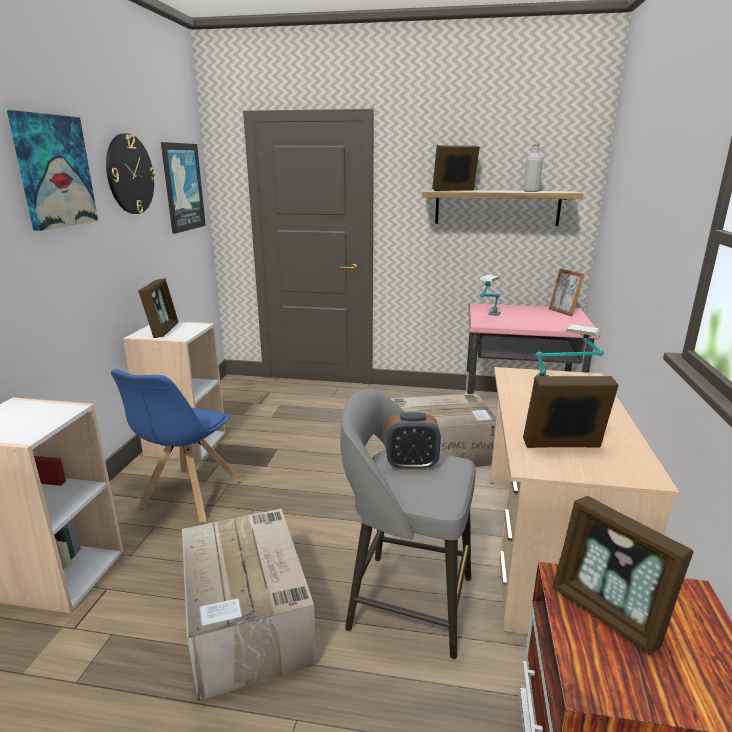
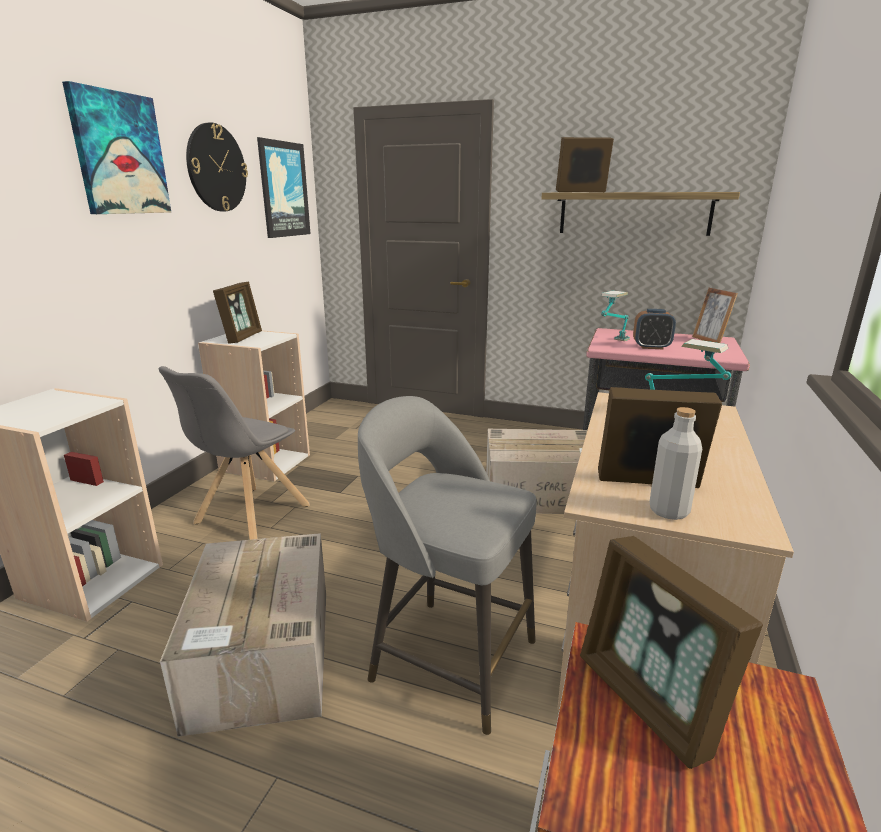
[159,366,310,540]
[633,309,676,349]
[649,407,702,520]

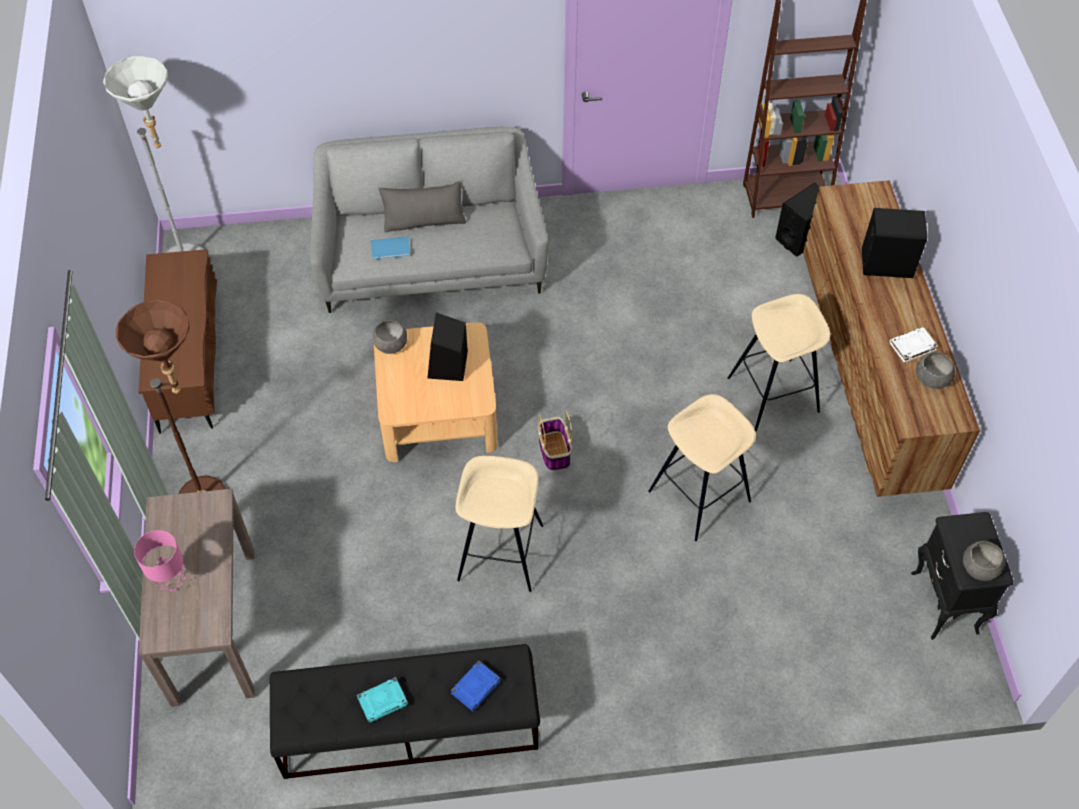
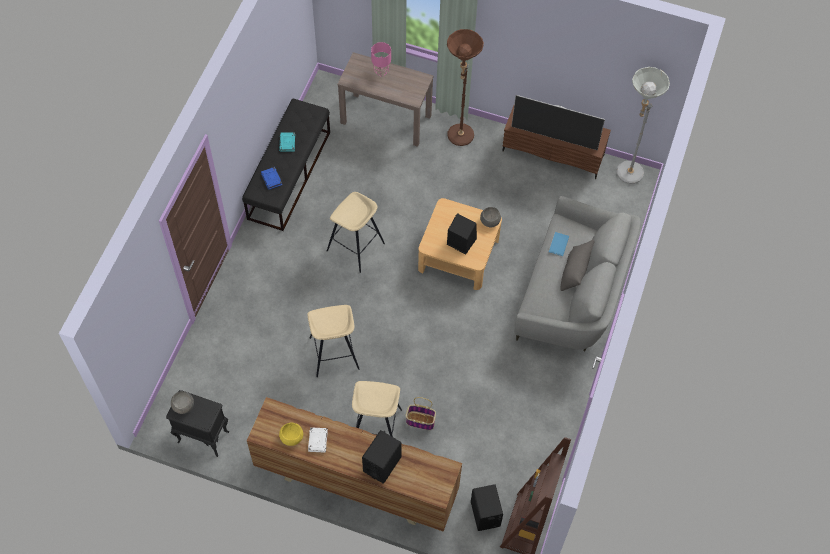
[406,397,436,430]
[279,422,303,446]
[511,95,605,150]

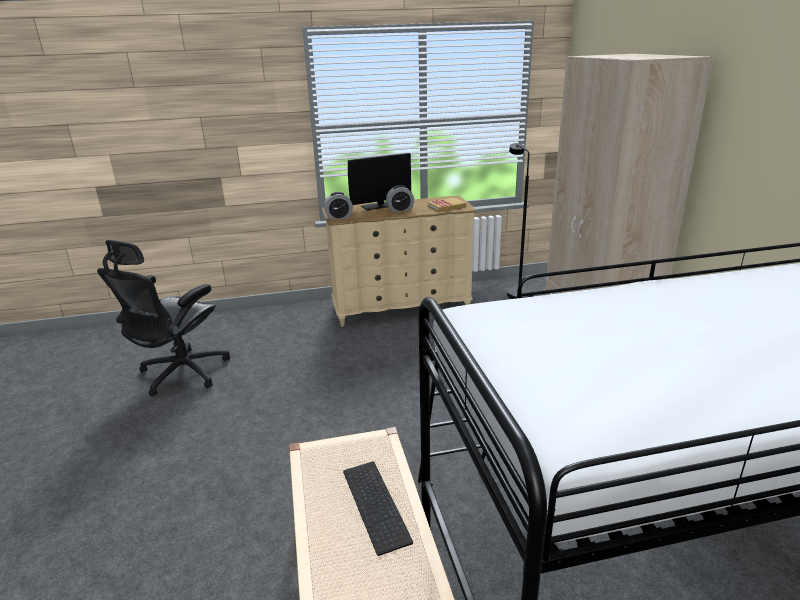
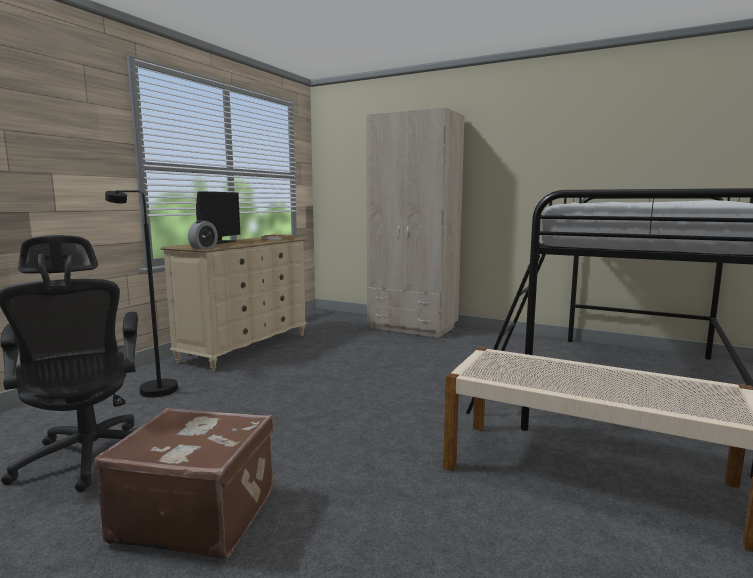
[343,461,413,556] (first image)
[386,185,414,212] (first image)
[105,190,178,398]
[94,408,274,559]

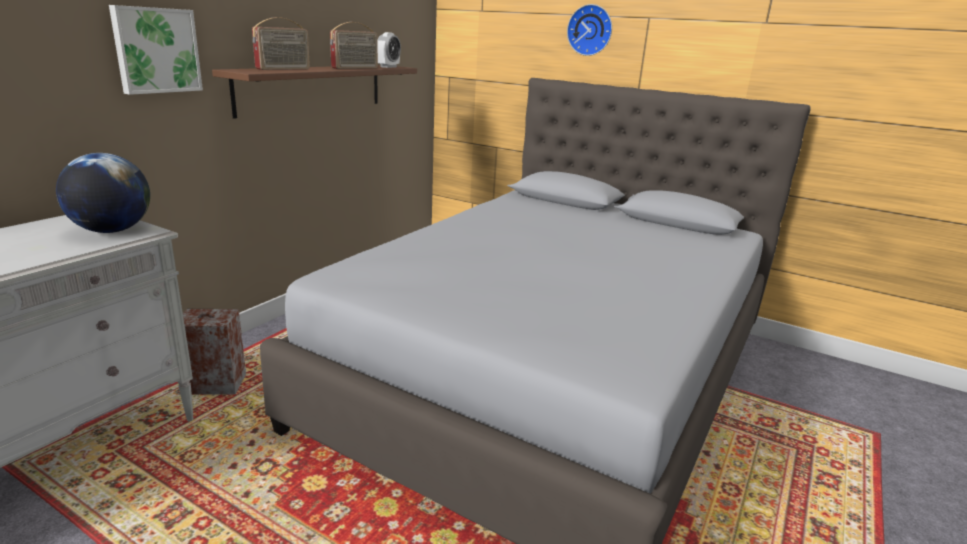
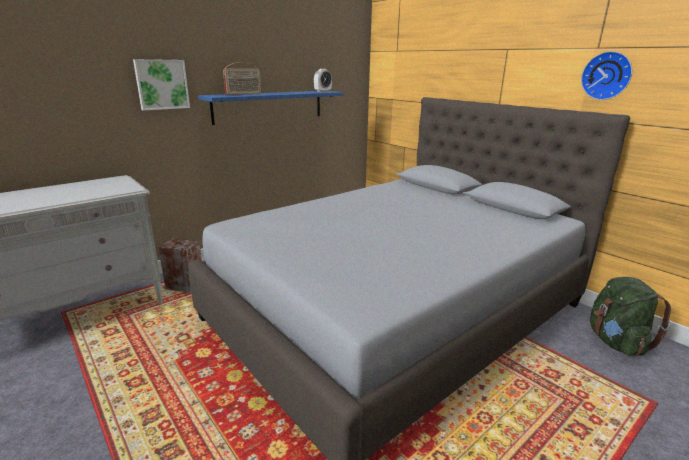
[56,153,150,233] (first image)
[198,91,343,125]
[330,22,378,69] (first image)
[581,51,632,100]
[590,277,671,356]

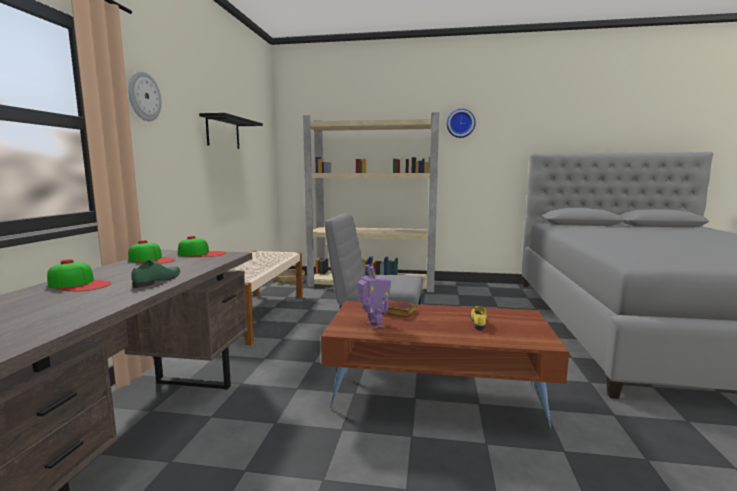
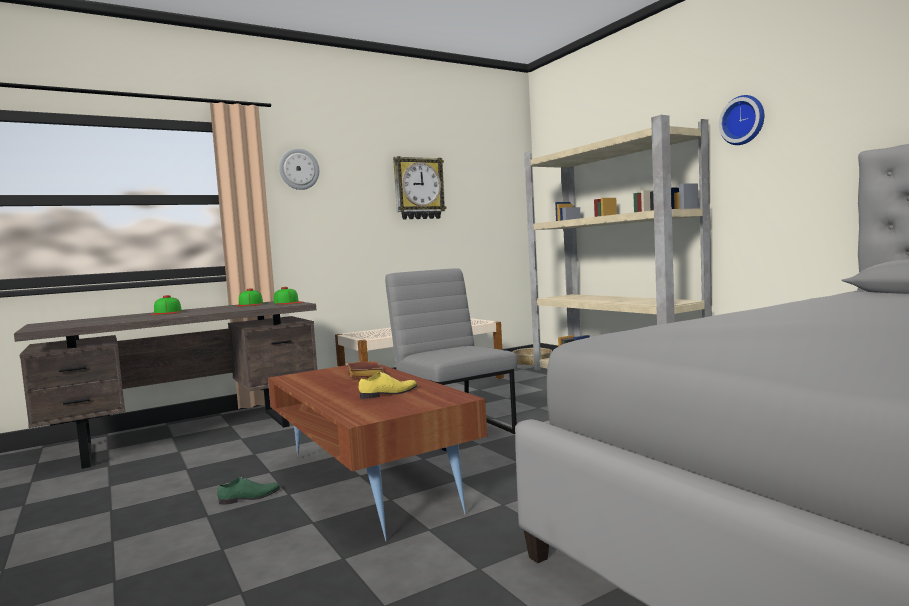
[217,477,281,505]
[393,156,447,220]
[358,264,391,329] (first image)

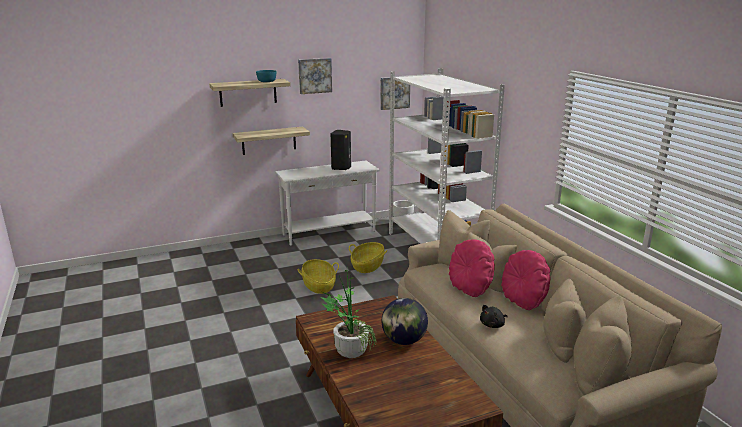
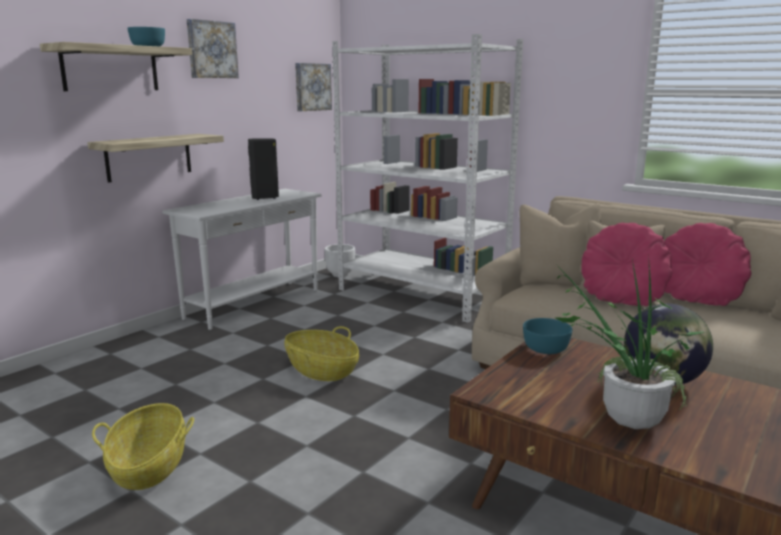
[92,403,194,490]
[480,305,508,328] (first image)
[523,318,572,354]

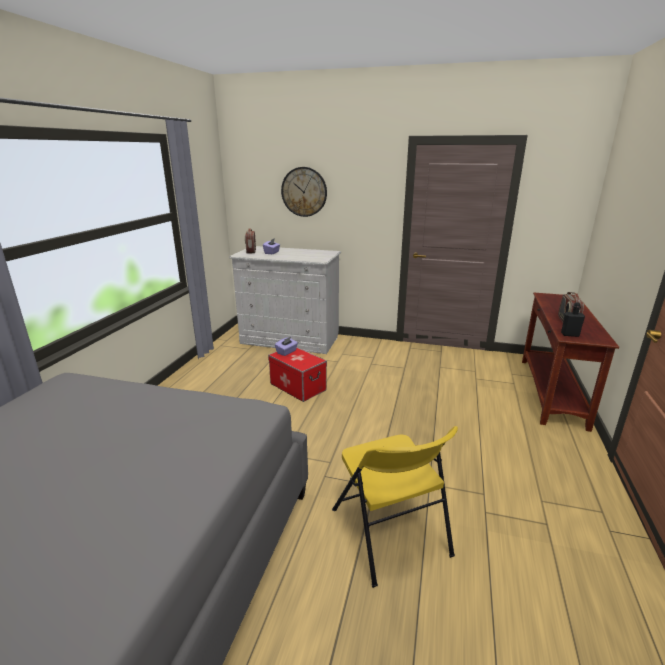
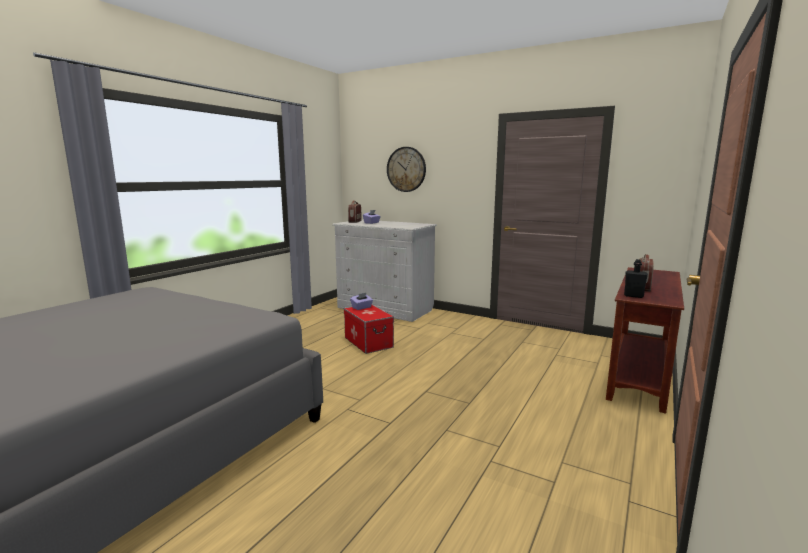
[332,426,458,588] (first image)

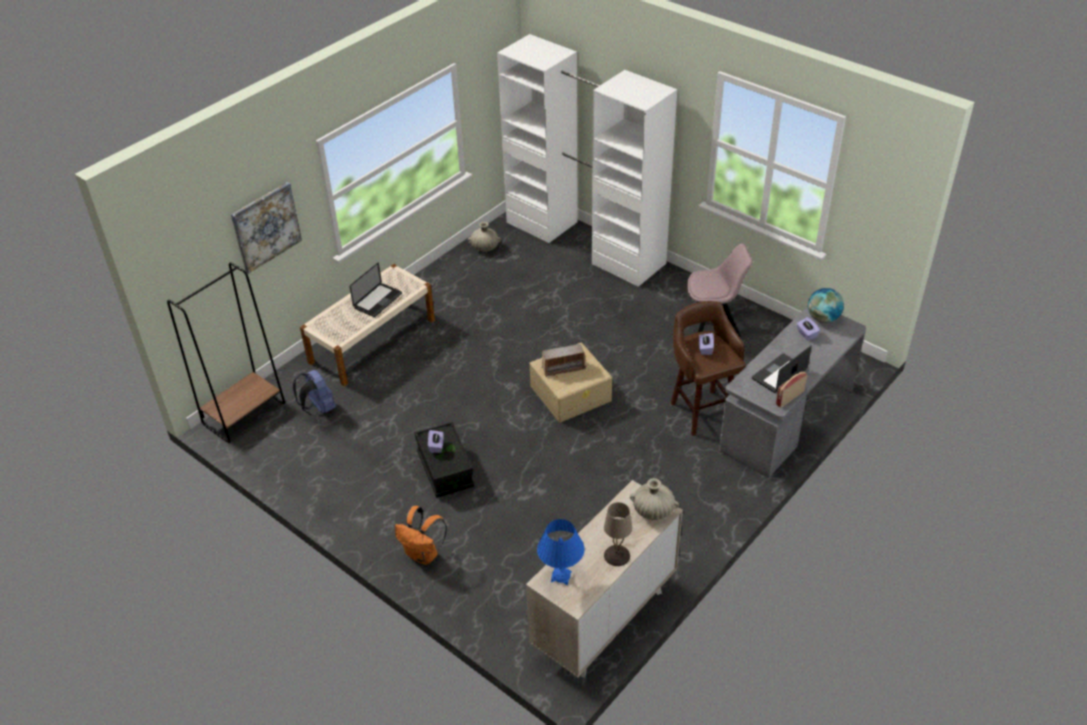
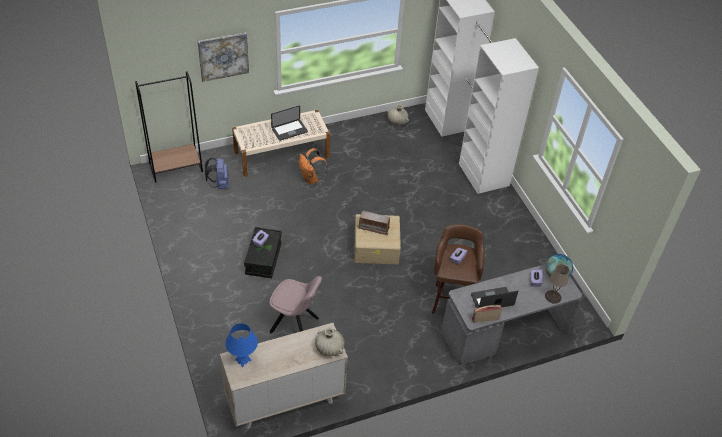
[299,148,328,184]
[545,264,570,304]
[269,276,322,333]

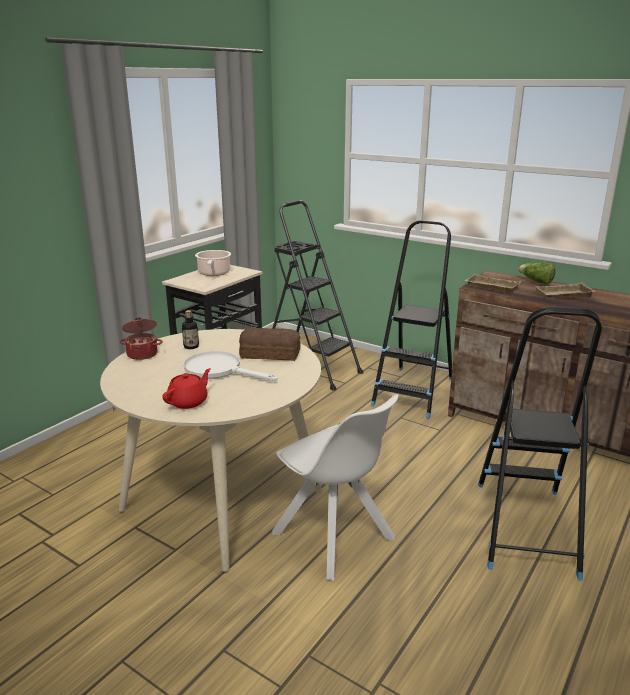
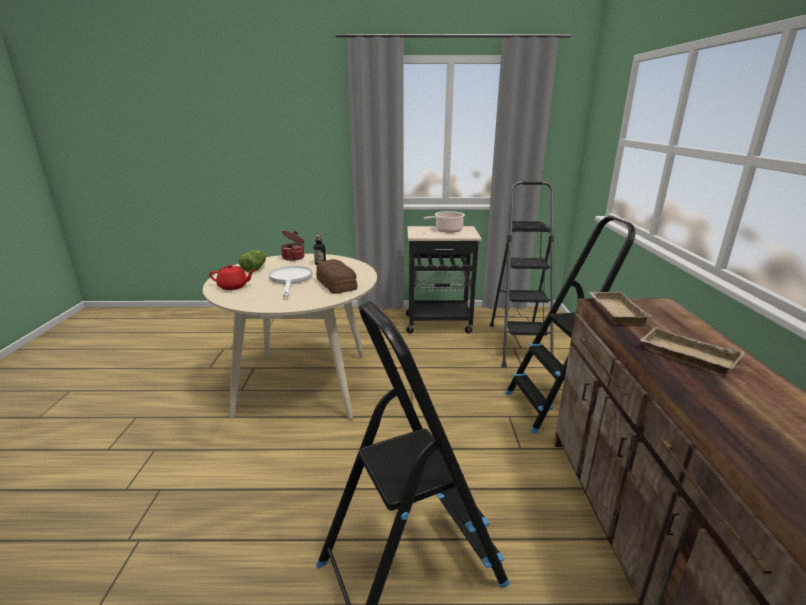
[272,394,399,580] (first image)
[239,250,266,272]

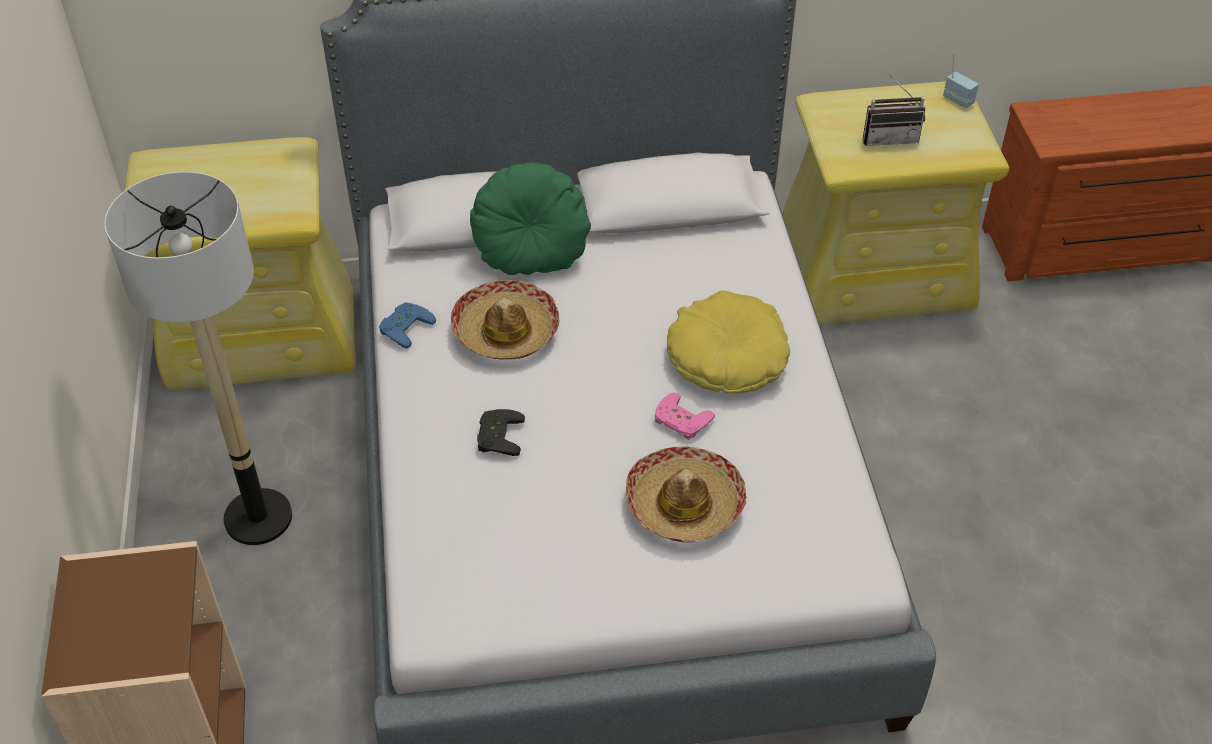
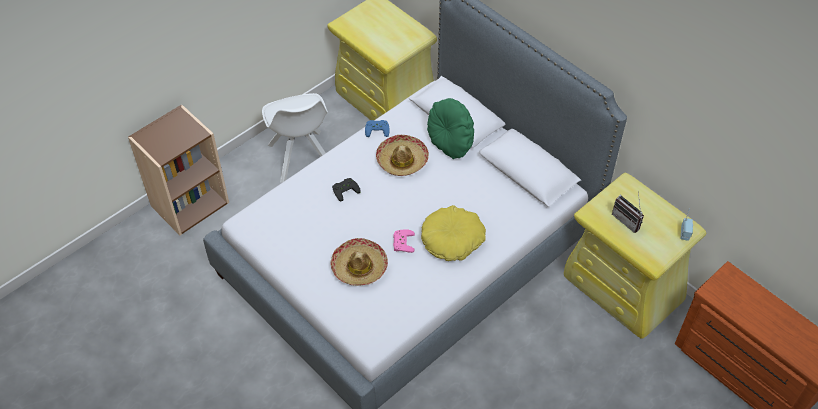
[262,93,328,183]

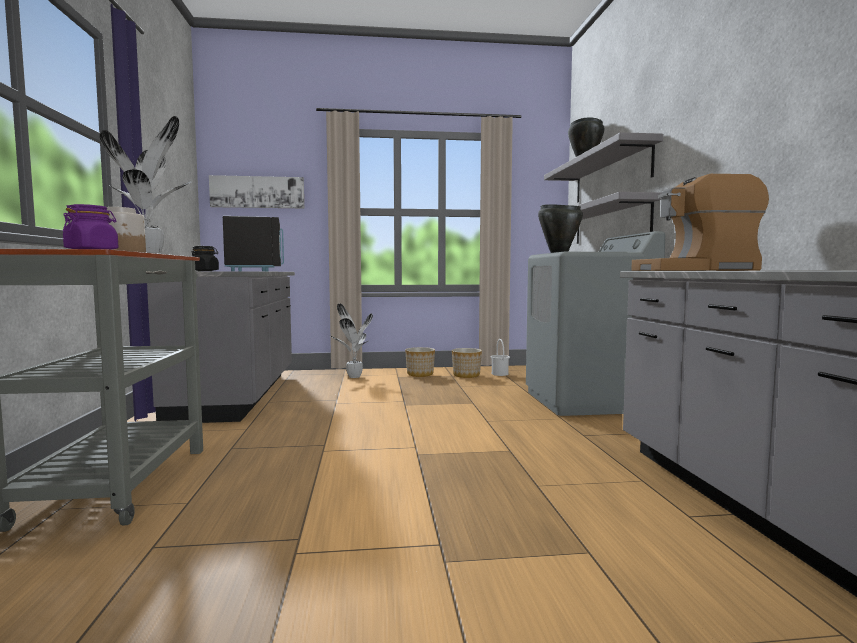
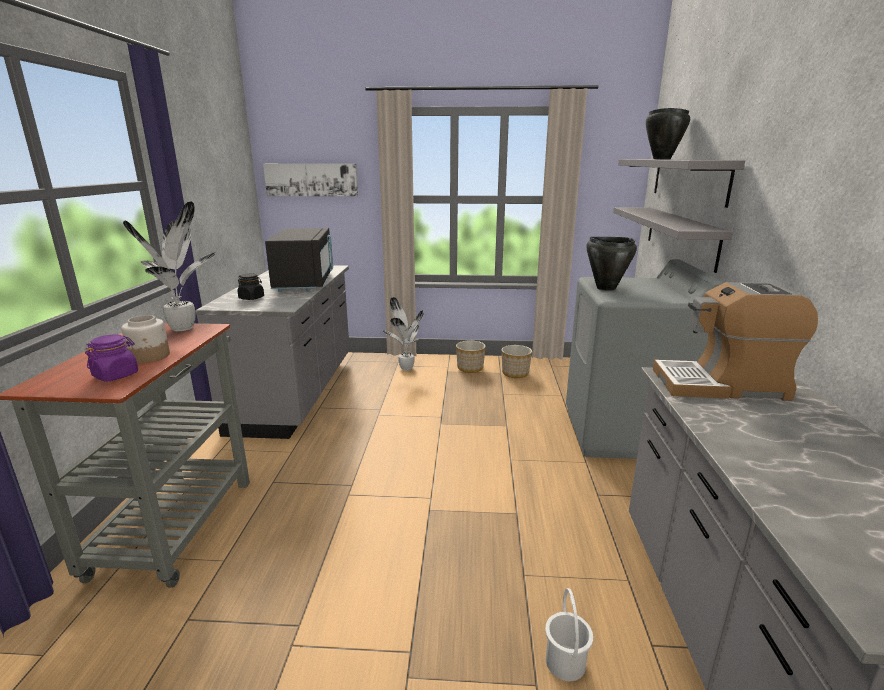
[545,588,593,681]

